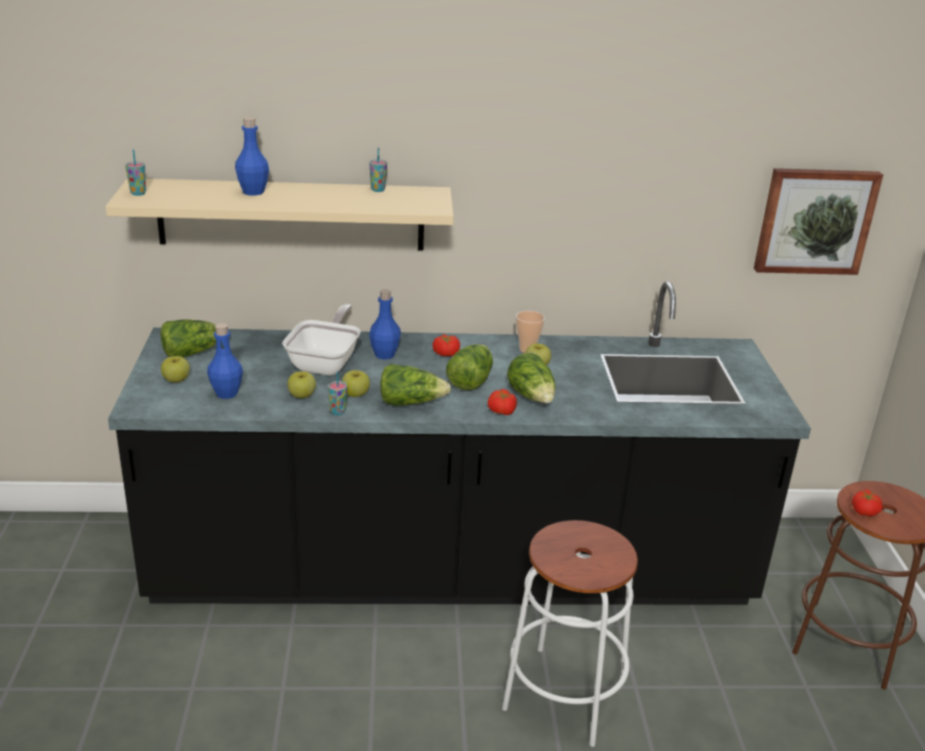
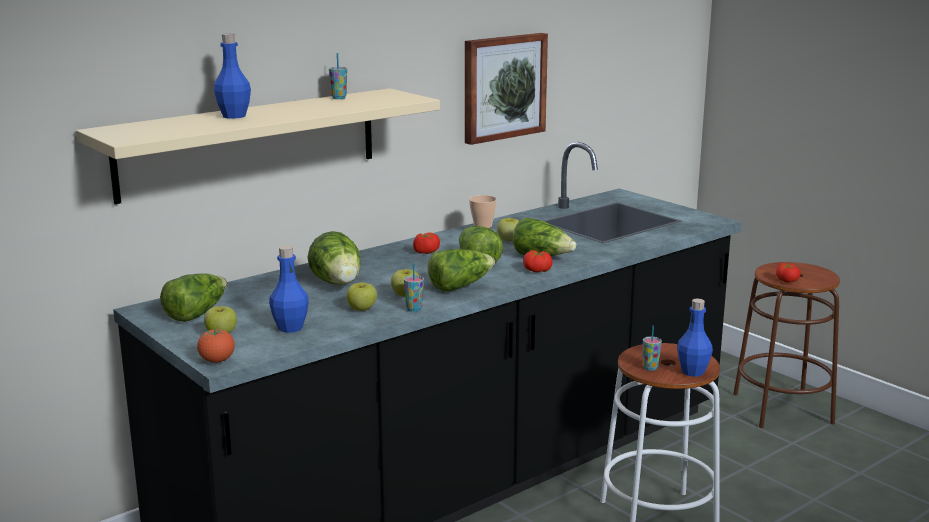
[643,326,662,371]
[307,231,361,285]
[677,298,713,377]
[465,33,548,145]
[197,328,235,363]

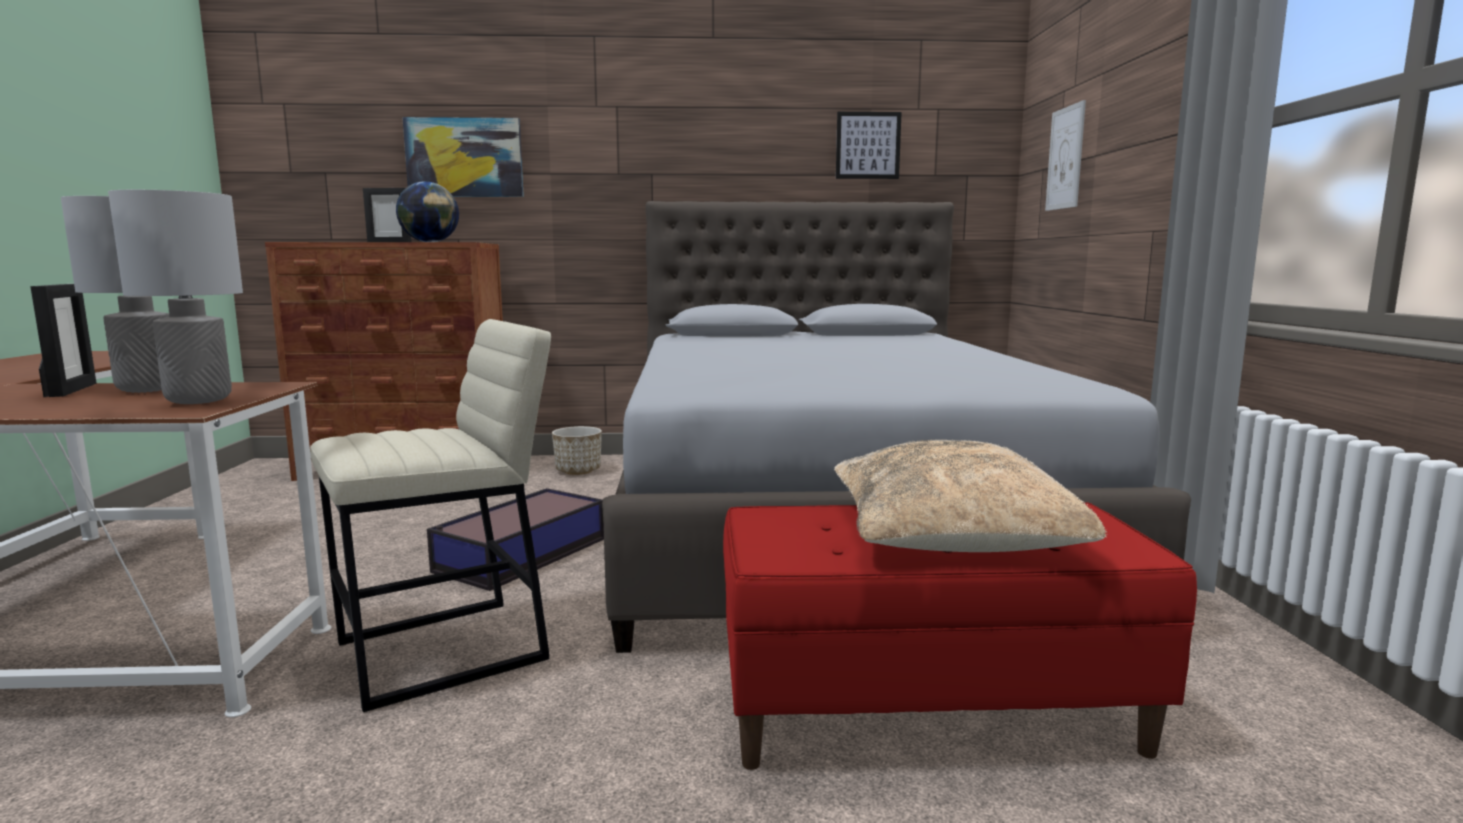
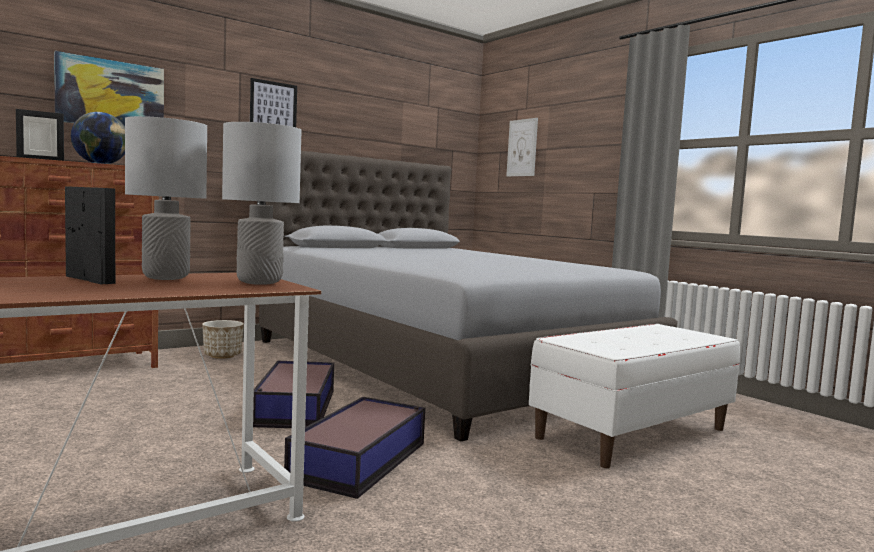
[284,397,425,499]
[529,324,740,468]
[834,440,1107,552] (first image)
[250,78,297,127]

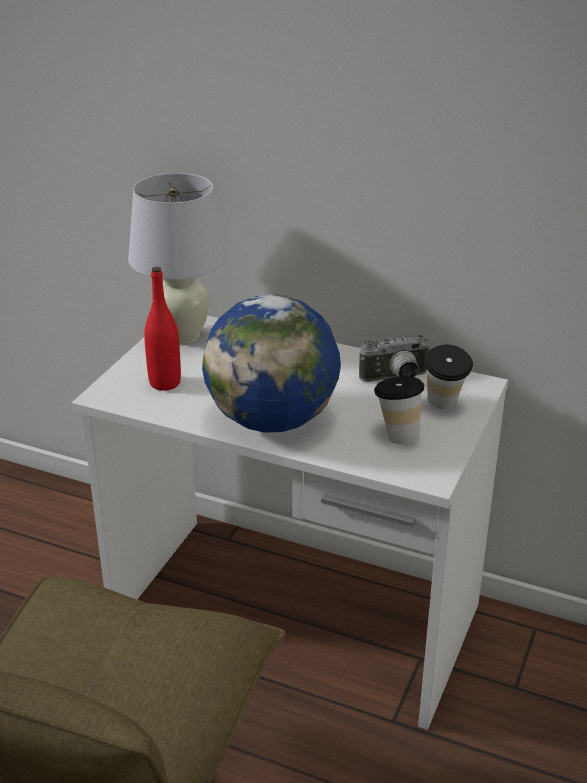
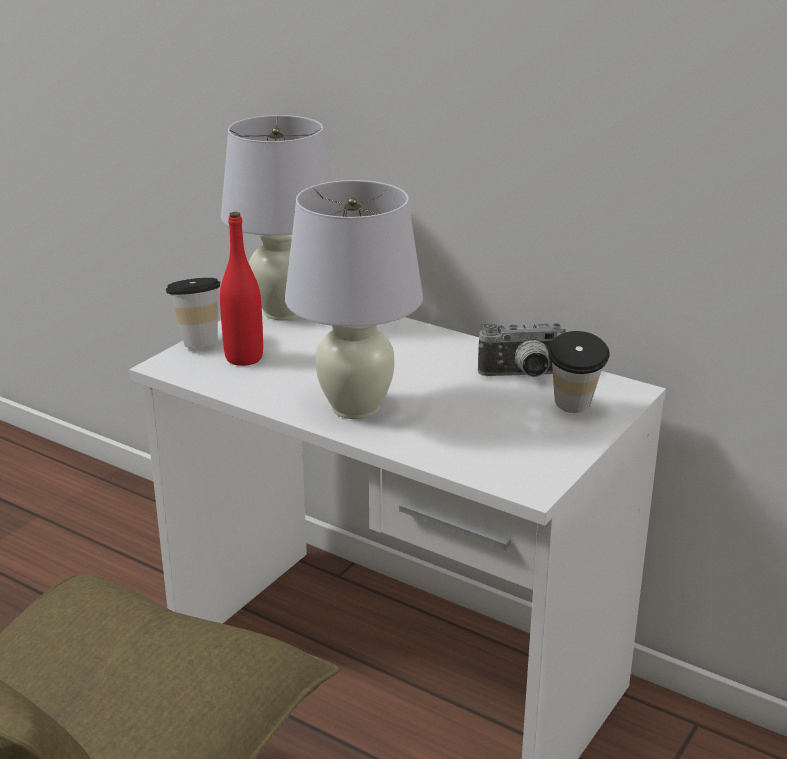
[285,180,423,419]
[166,278,220,347]

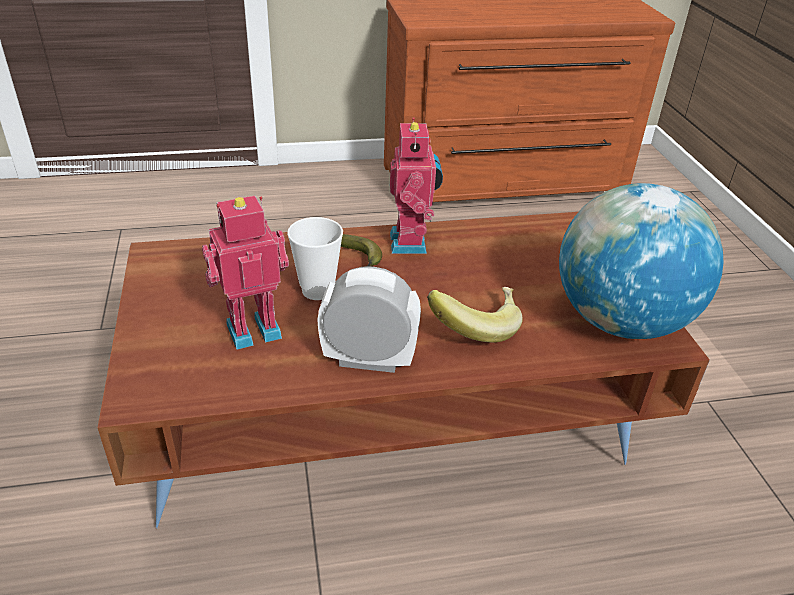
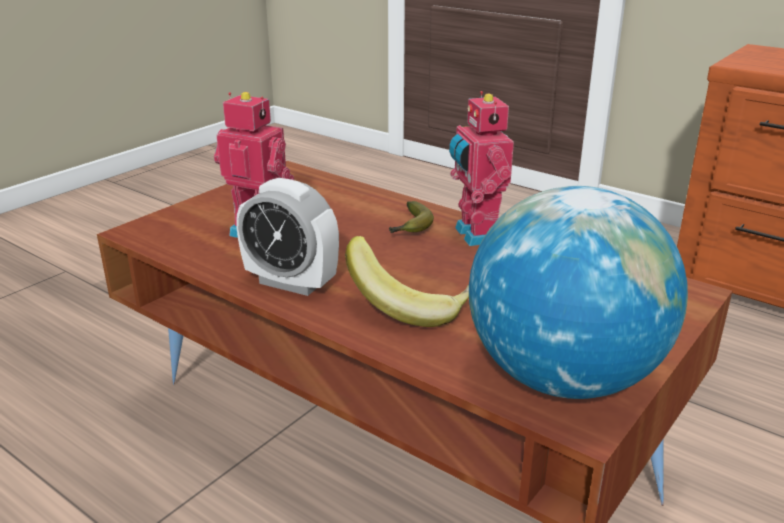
[287,217,343,300] (first image)
[236,178,339,296]
[449,91,514,246]

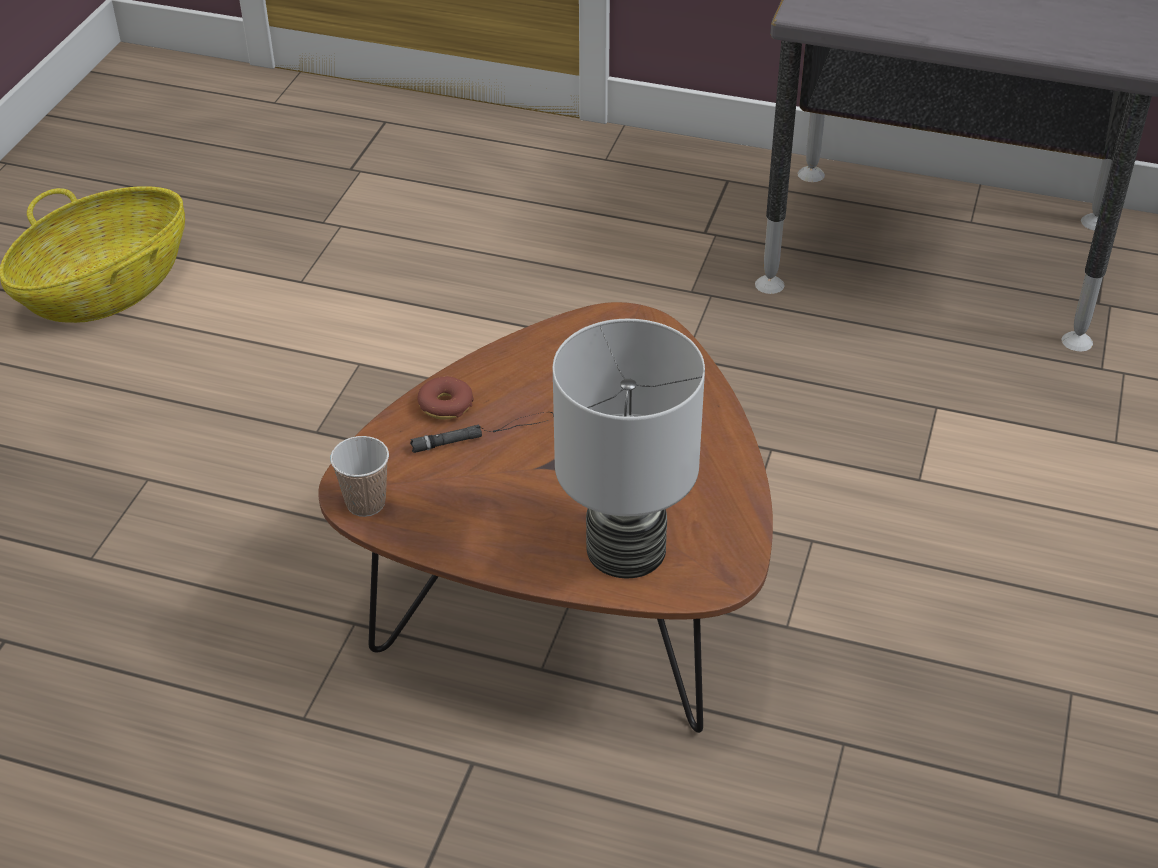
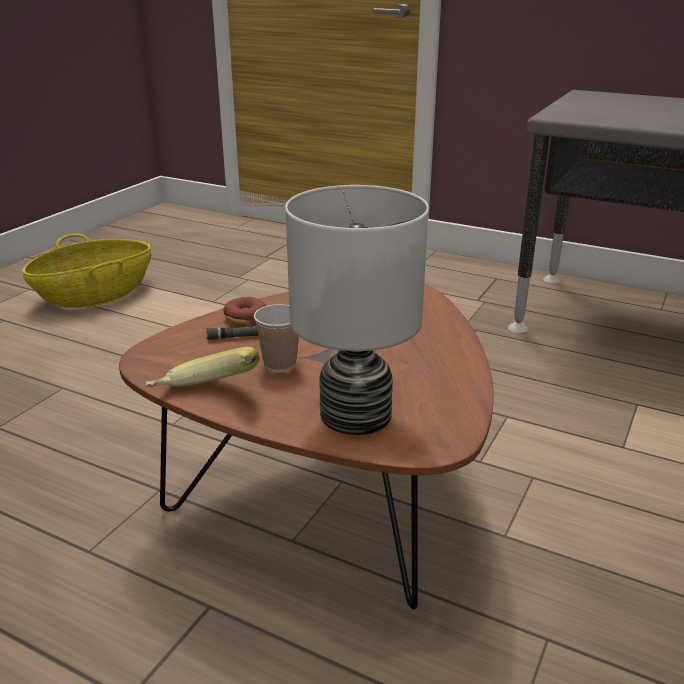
[254,304,299,371]
[145,347,260,388]

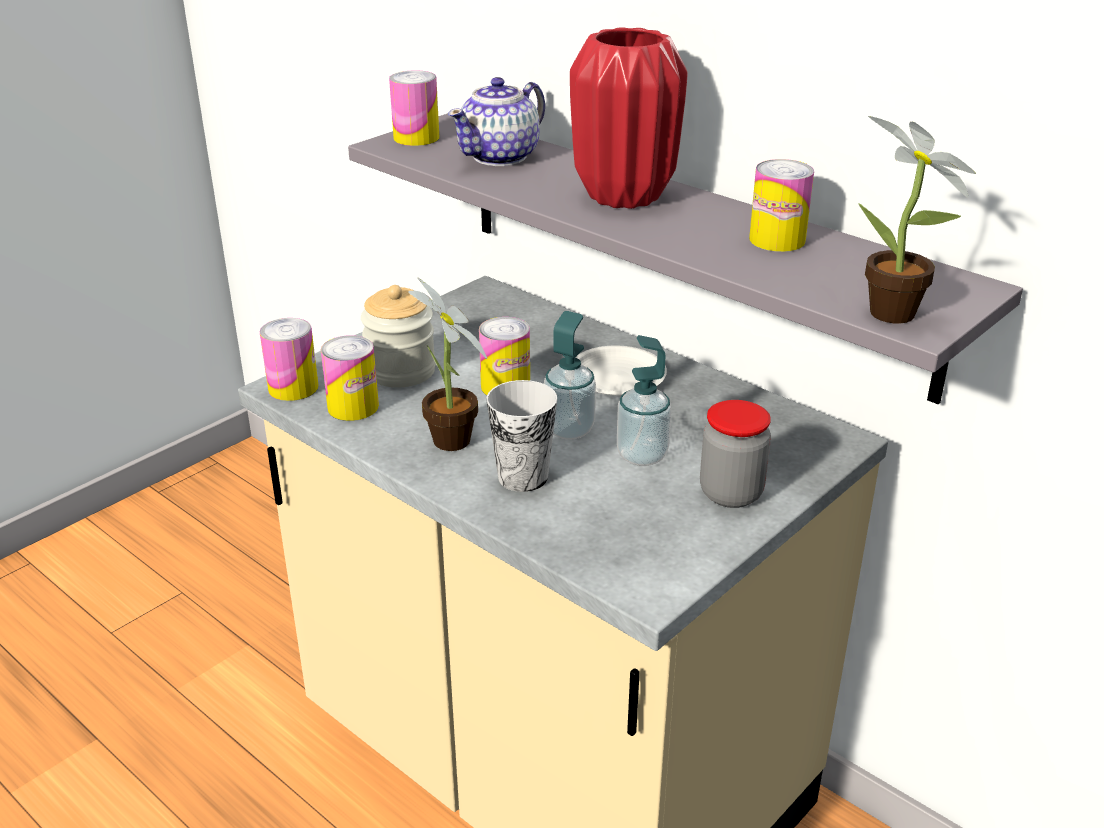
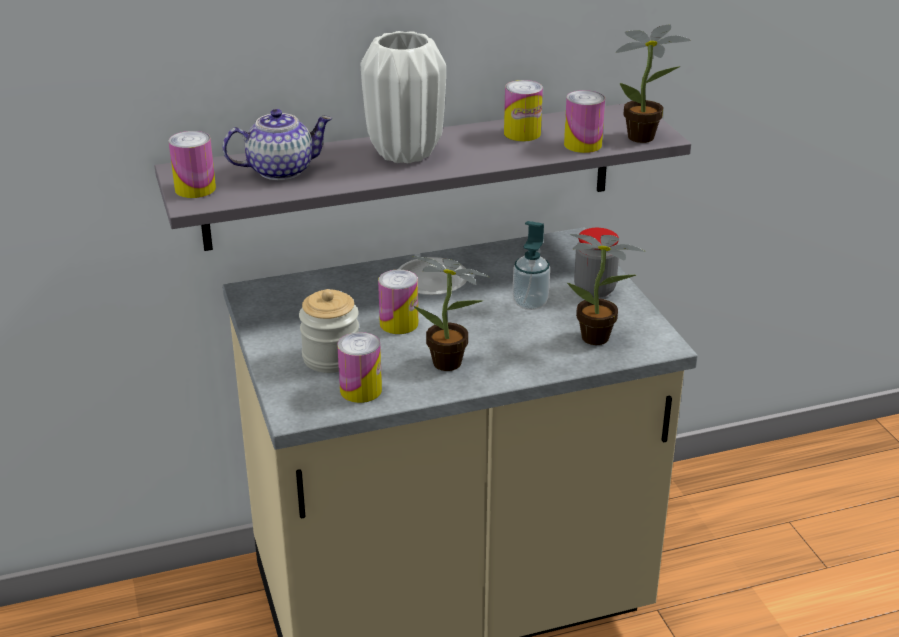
[564,90,605,153]
[222,109,333,180]
[486,380,557,492] (first image)
[544,311,596,440] (first image)
[361,31,446,163]
[567,234,646,345]

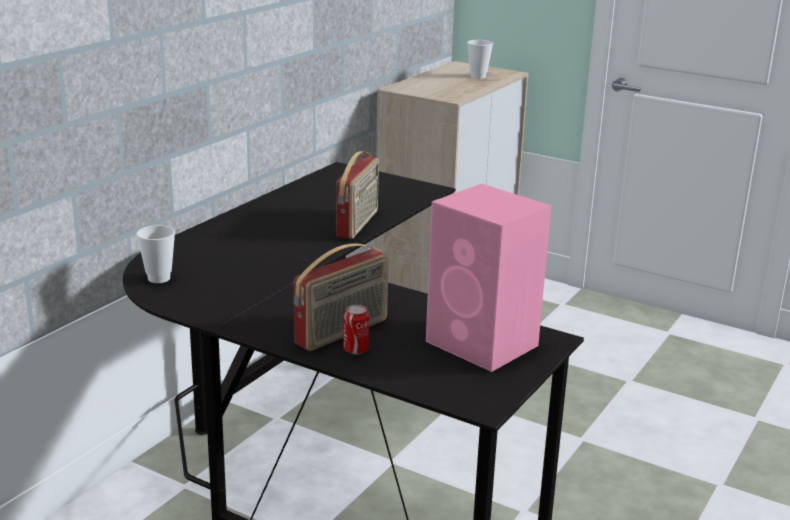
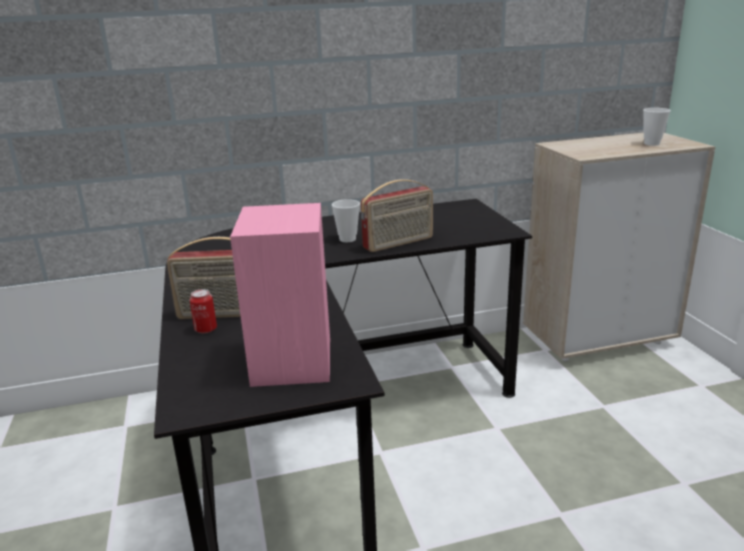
[332,199,360,242]

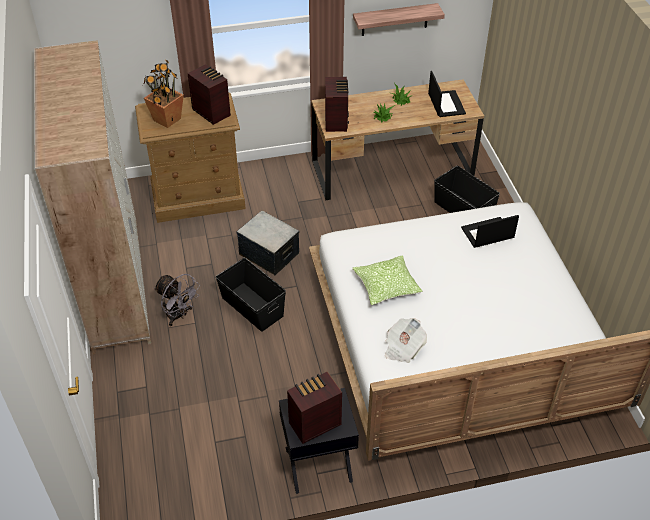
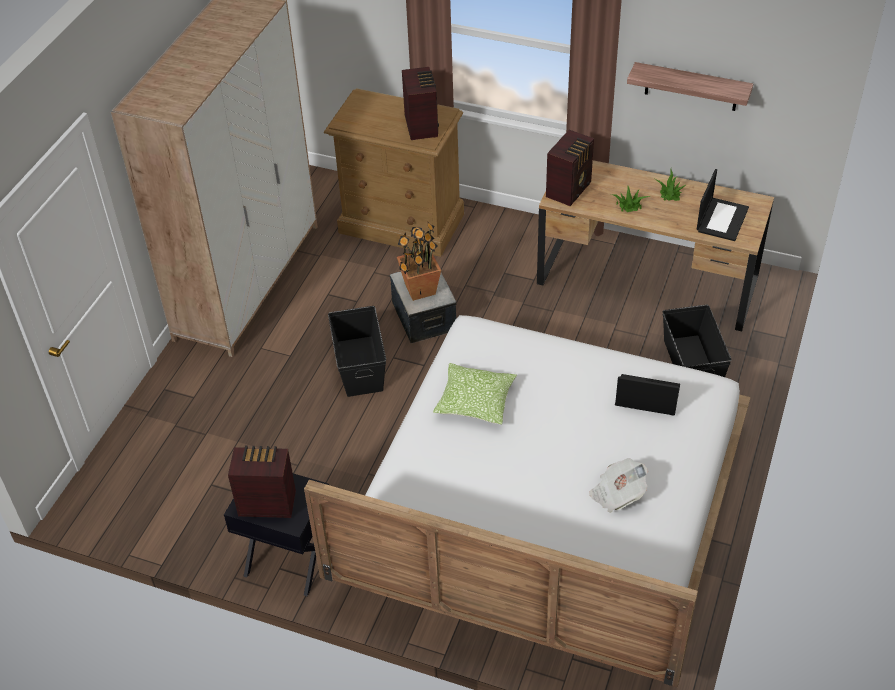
[397,221,441,301]
[154,274,200,326] (first image)
[589,458,648,513]

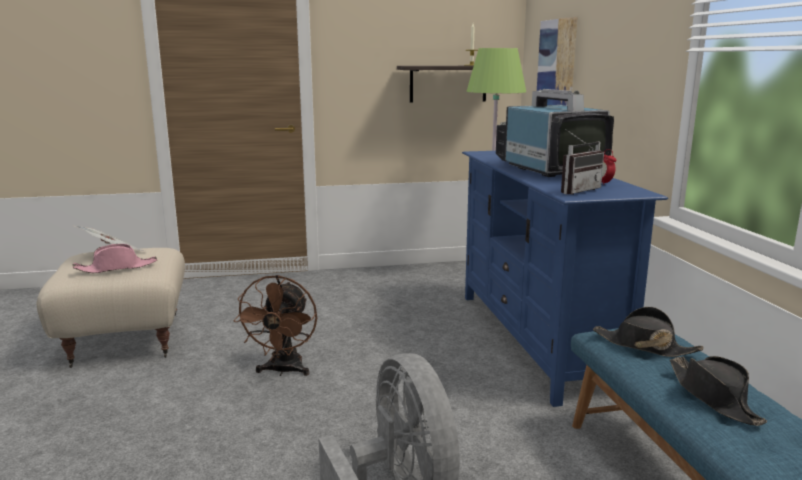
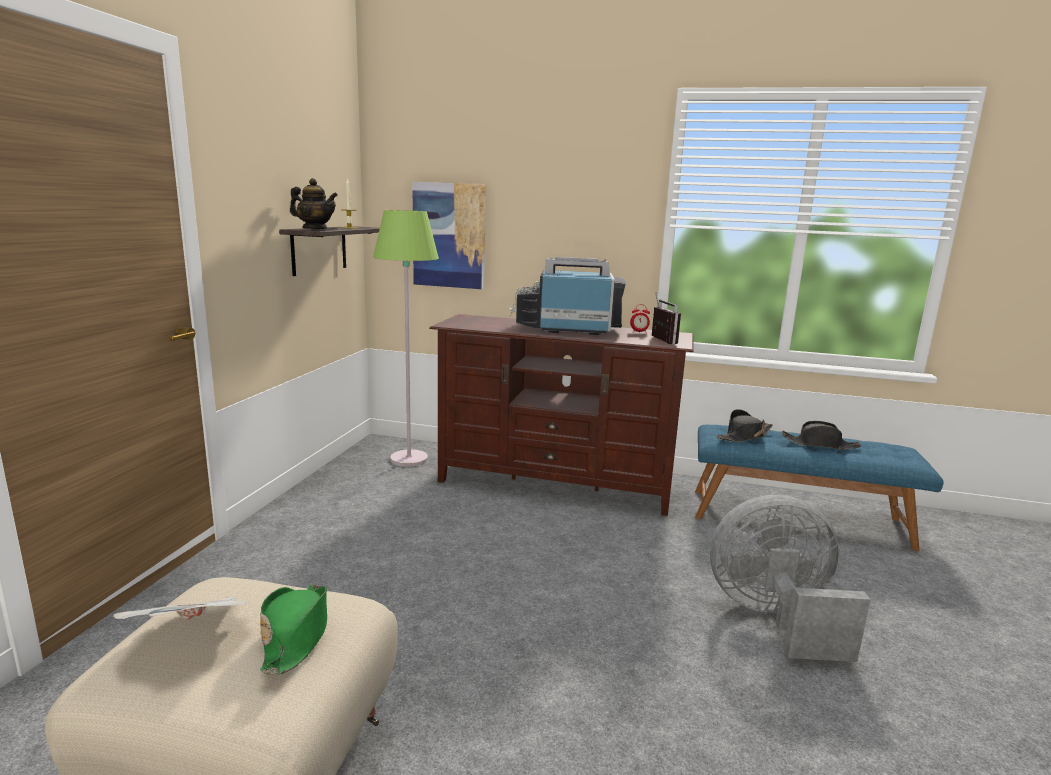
[260,584,327,675]
[234,275,317,376] (first image)
[429,314,693,516]
[290,178,338,230]

